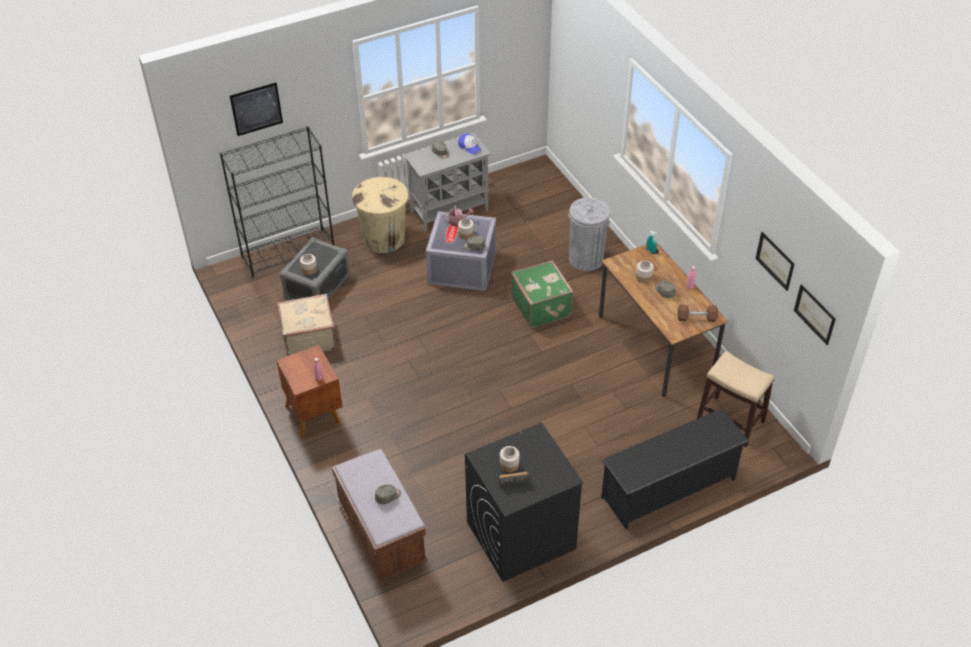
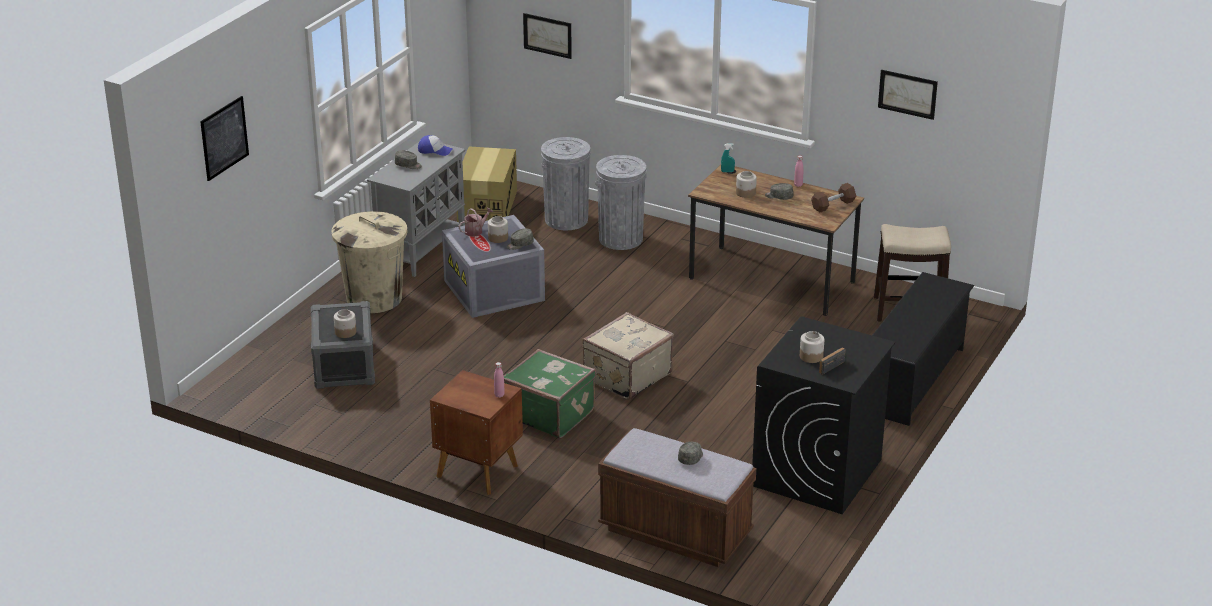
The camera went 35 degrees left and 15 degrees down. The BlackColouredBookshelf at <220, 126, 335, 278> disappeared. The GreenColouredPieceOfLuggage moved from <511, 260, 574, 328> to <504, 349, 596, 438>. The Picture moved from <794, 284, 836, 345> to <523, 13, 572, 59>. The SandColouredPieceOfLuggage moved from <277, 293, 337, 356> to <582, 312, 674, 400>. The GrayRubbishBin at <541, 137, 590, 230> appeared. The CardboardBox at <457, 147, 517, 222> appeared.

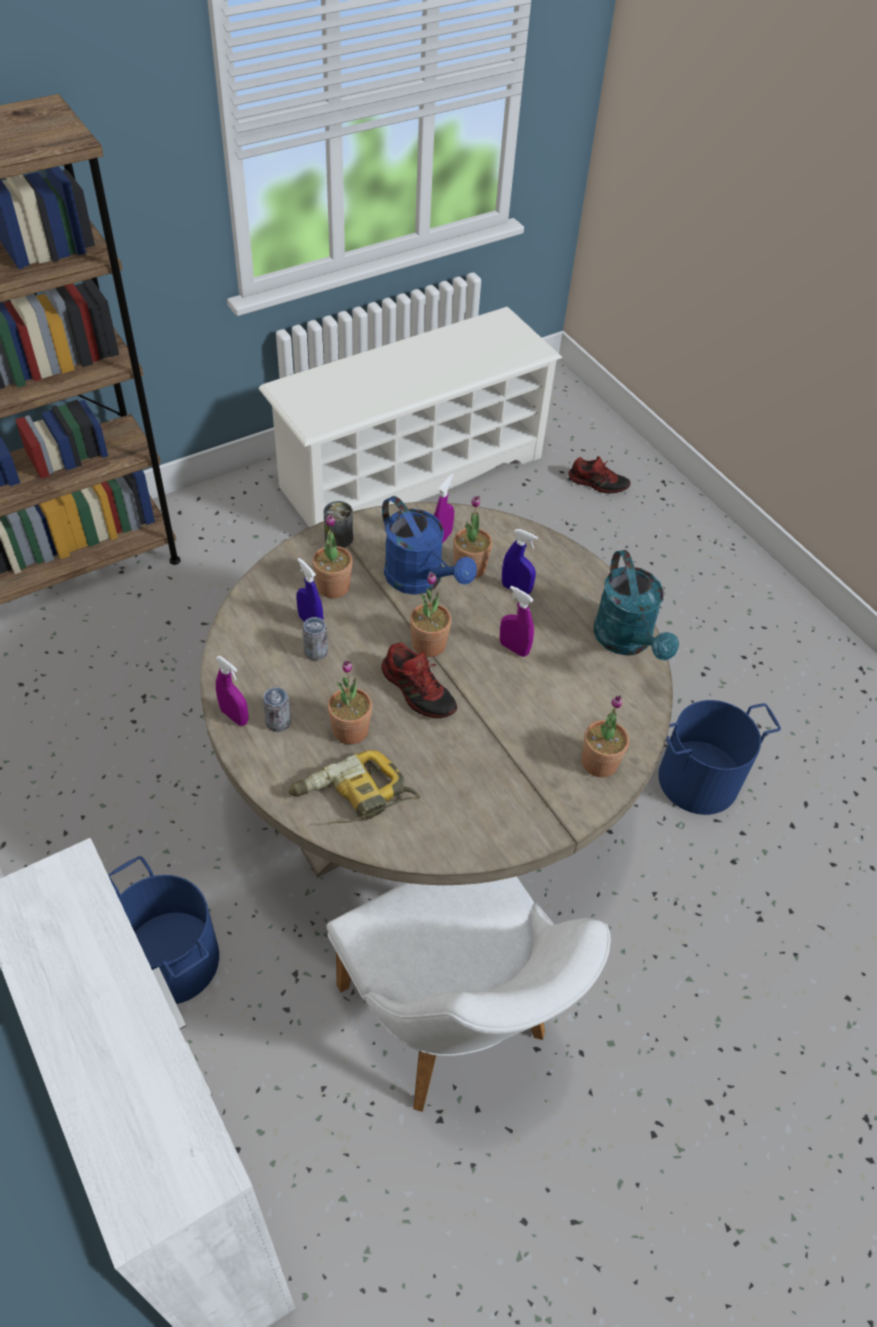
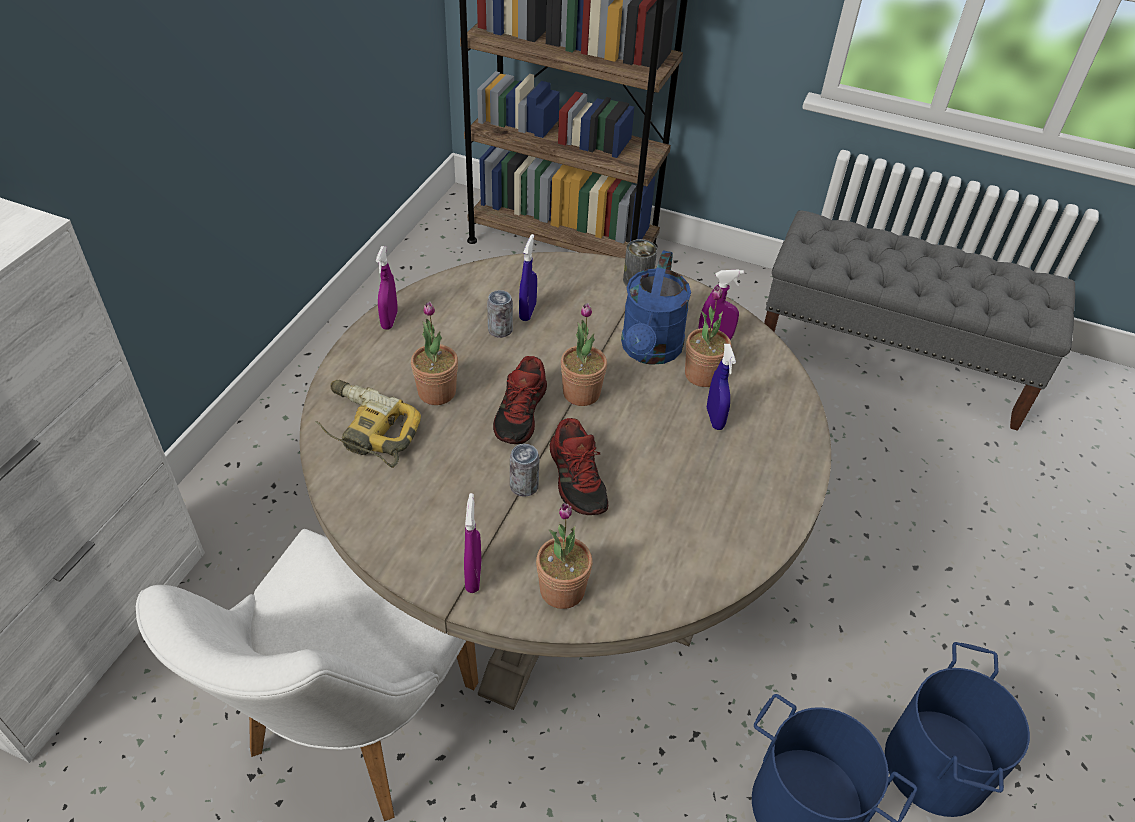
The camera went 55 degrees right and 5 degrees down. The WhitishShoeStand at <259, 307, 562, 527> was replaced by the GrayIndoorBench at <764, 210, 1075, 431>. The LowShoe moved from <568, 456, 631, 493> to <550, 418, 608, 515>. The PottedPlant at <312, 514, 353, 598> disappeared. The BlueGreenWateringCan at <593, 550, 679, 660> disappeared. The PurpleColouredSprayer moved from <500, 586, 534, 657> to <464, 493, 481, 593>. The SealedCan moved from <263, 687, 291, 732> to <510, 444, 540, 497>. The BluishPail moved from <108, 856, 219, 1004> to <885, 642, 1030, 817>.

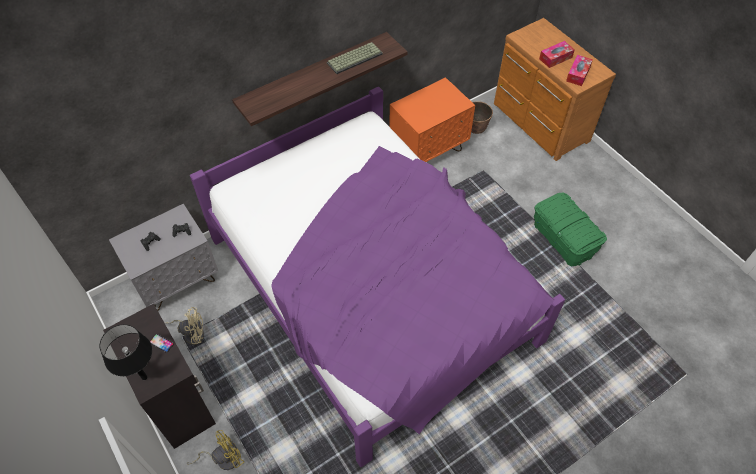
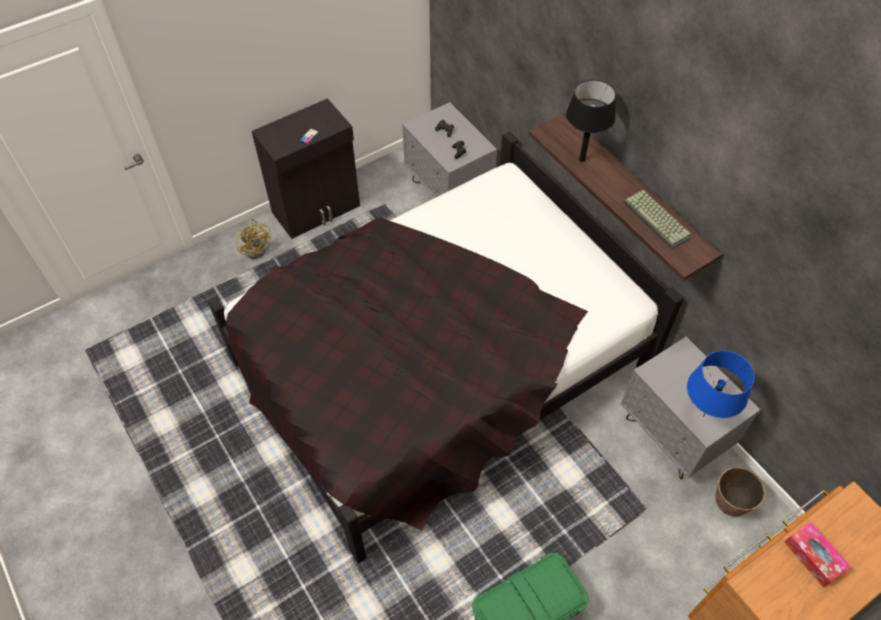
The camera went 90 degrees right and 0 degrees up. The TissueHolder at <566, 55, 593, 86> disappeared. The OrangeyBedsideTable at <389, 77, 475, 162> became the GrayBedsideTable at <621, 336, 760, 479>. The PurpleColouredBed at <190, 86, 565, 467> became the BlackColouredBed at <208, 131, 684, 563>. The SandColouredElectricFan at <164, 307, 204, 345> disappeared. The BlackColouredLampForATable moved from <99, 324, 152, 380> to <566, 80, 616, 162>. The BluishLampForATable at <687, 351, 754, 418> appeared.

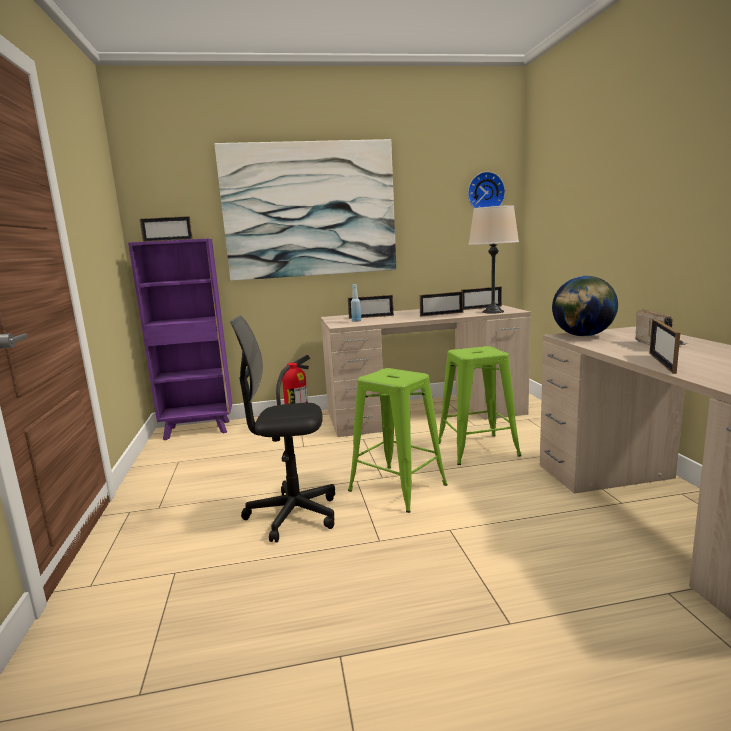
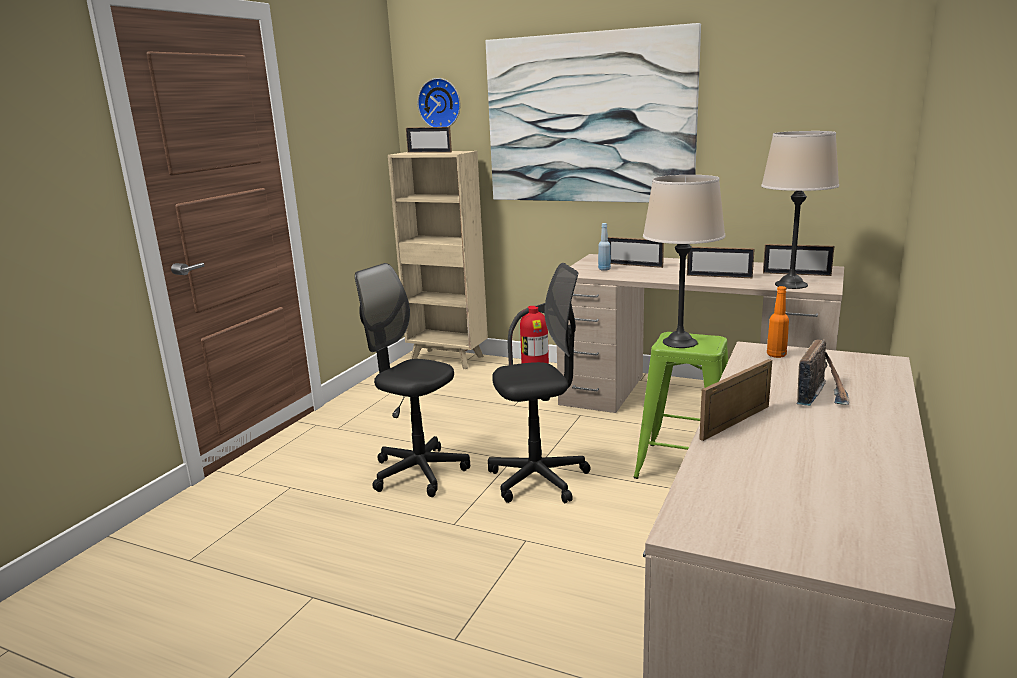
The camera went 35 degrees right and 5 degrees up. The HangingClock moved from <468, 171, 505, 208> to <418, 78, 460, 127>. The PurpleColouredBookshelf at <128, 238, 232, 440> became the SandColouredBookshelf at <388, 151, 488, 369>. The DeskGlobe at <552, 276, 618, 336> was replaced by the OrangeyBottle at <767, 286, 789, 358>. The GreenColouredStoolSeat at <348, 368, 448, 513> was replaced by the BlackColouredDeskChair at <488, 263, 591, 503>. The SandColouredLampForATable at <643, 175, 725, 348> appeared.

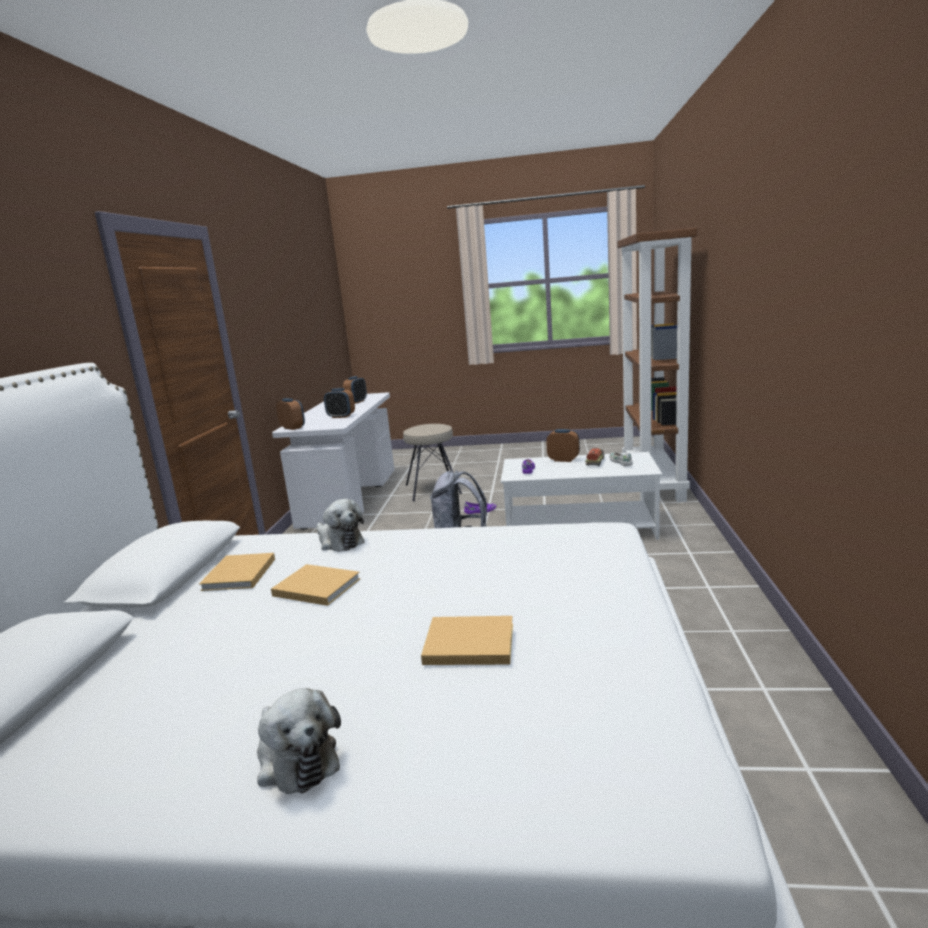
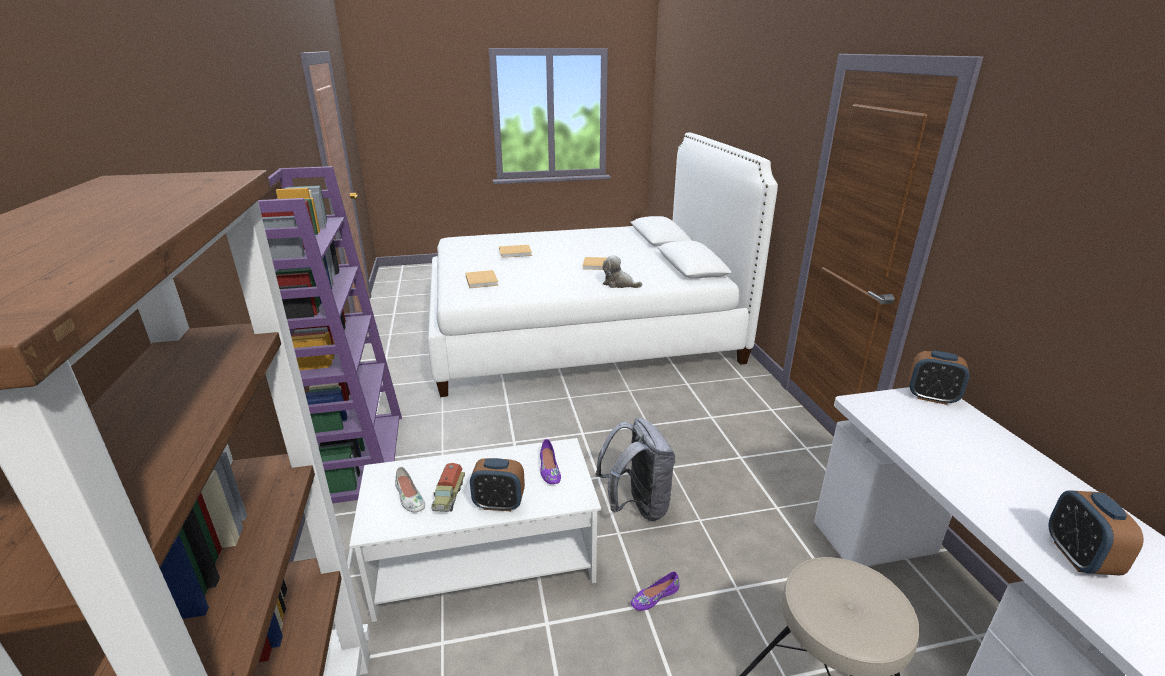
The camera went 160 degrees right and 10 degrees up. The TableClock at <324, 388, 355, 418> disappeared. The SandColouredVolume moved from <199, 553, 275, 591> to <466, 270, 498, 288>. The SoftToy at <257, 688, 341, 794> disappeared. The PurpleColouredBookshelf at <258, 166, 402, 503> appeared.

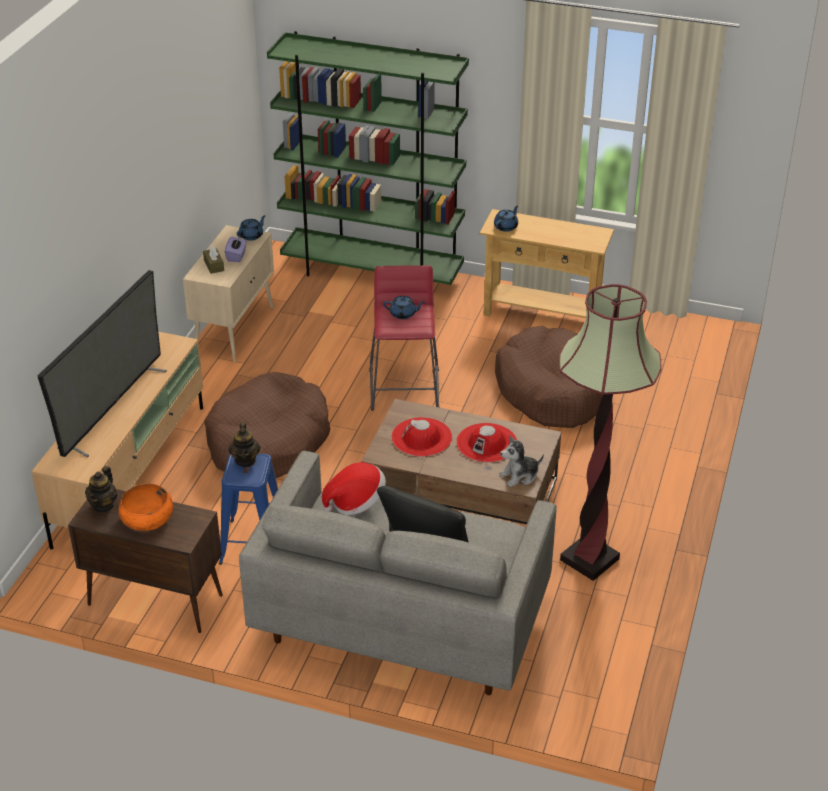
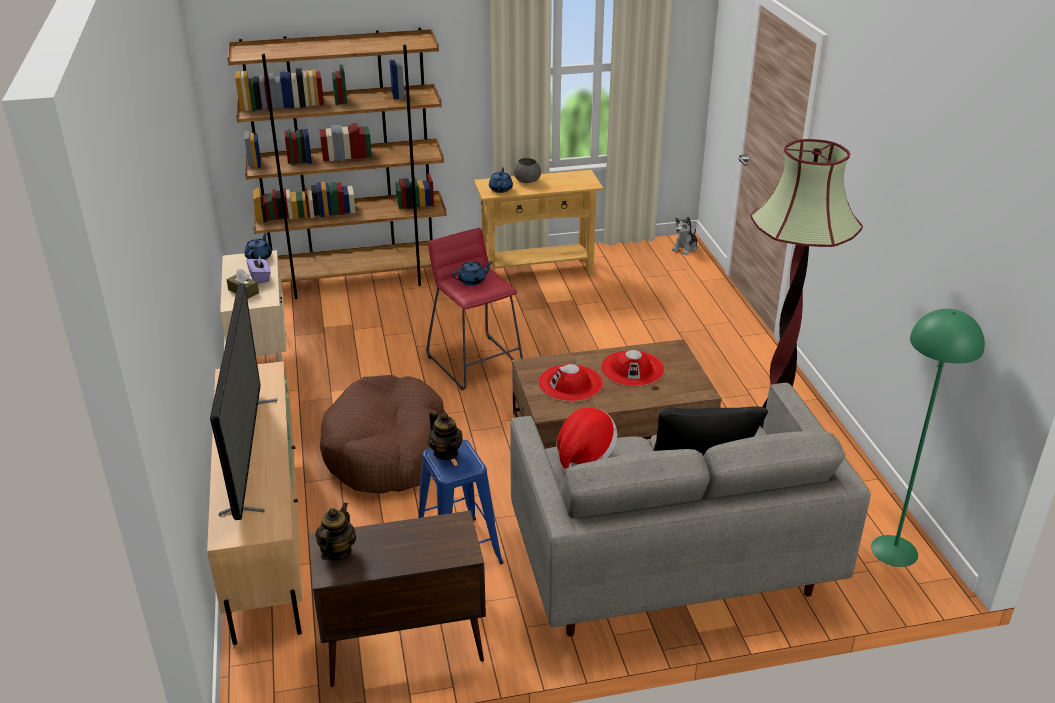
The camera went 30 degrees left and 5 degrees down. The GreenColouredBookshelf at <267, 31, 469, 285> became the BrownBookshelf at <227, 27, 446, 299>. The BrownDogCushion at <495, 326, 601, 428> disappeared. The SoftToy moved from <500, 435, 544, 487> to <672, 216, 698, 255>. The PotForTea at <85, 466, 117, 513> turned 150 degrees counterclockwise. The OrangeyBowl at <119, 483, 173, 531> disappeared. The GrayBowl at <514, 158, 541, 183> appeared. The GreenColouredStandardLamp at <871, 309, 985, 567> appeared.

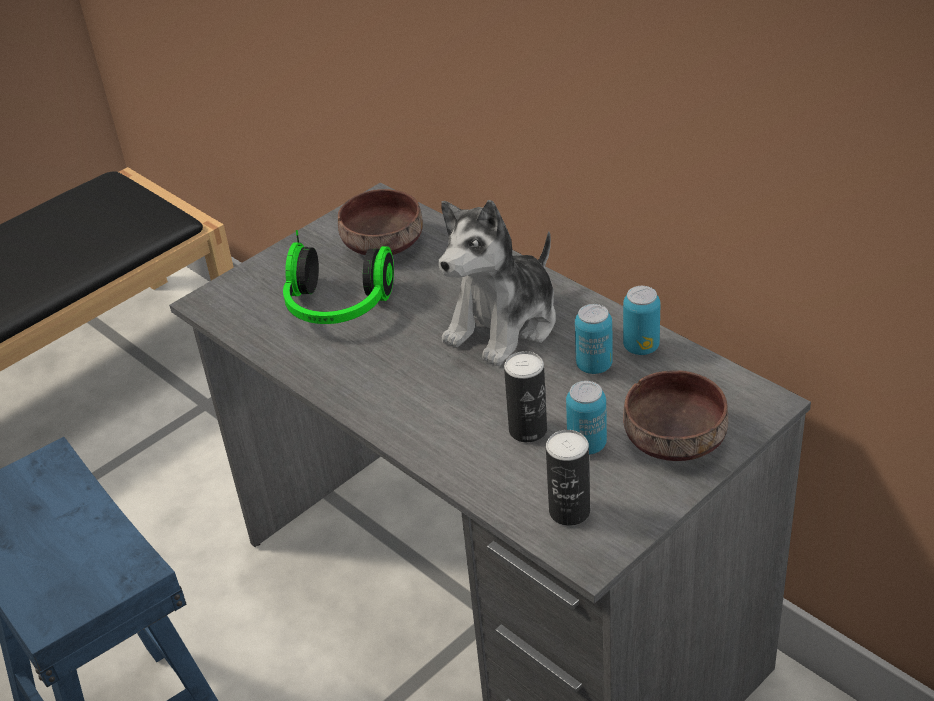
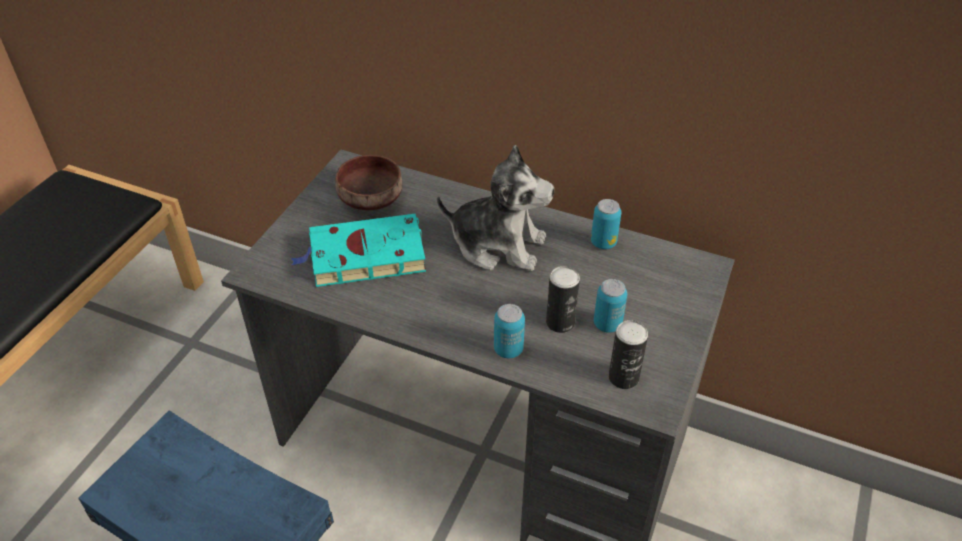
The camera went 25 degrees left and 5 degrees up. The SoftToy at <439, 200, 556, 366> turned 90 degrees counterclockwise. The PairOfHeadphones at <283, 230, 394, 324> was replaced by the BlueGreenVolume at <291, 214, 426, 287>. The SealedCan moved from <575, 304, 613, 374> to <494, 304, 525, 359>. The BrownBowl at <623, 370, 728, 461> disappeared.

